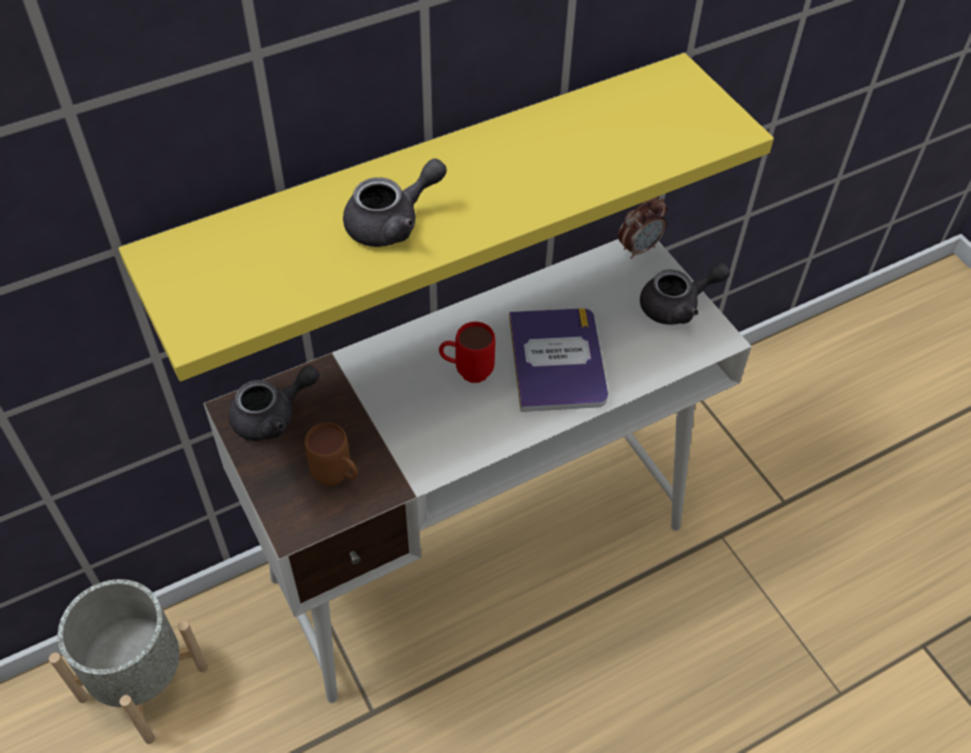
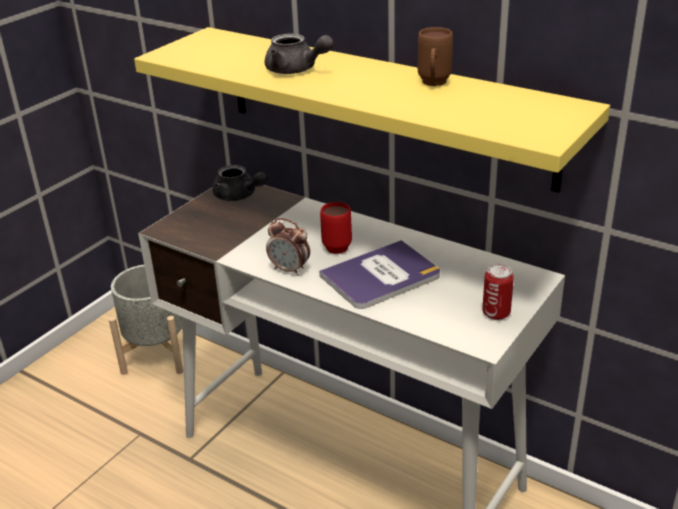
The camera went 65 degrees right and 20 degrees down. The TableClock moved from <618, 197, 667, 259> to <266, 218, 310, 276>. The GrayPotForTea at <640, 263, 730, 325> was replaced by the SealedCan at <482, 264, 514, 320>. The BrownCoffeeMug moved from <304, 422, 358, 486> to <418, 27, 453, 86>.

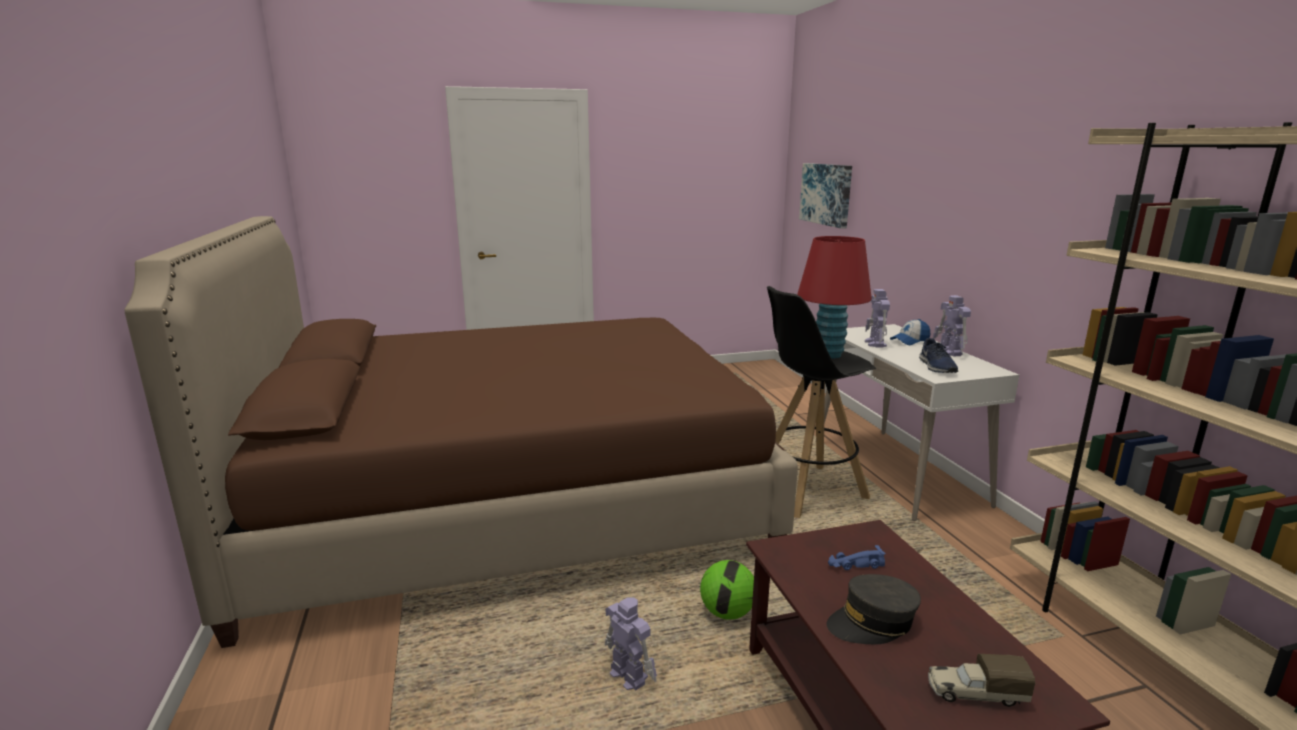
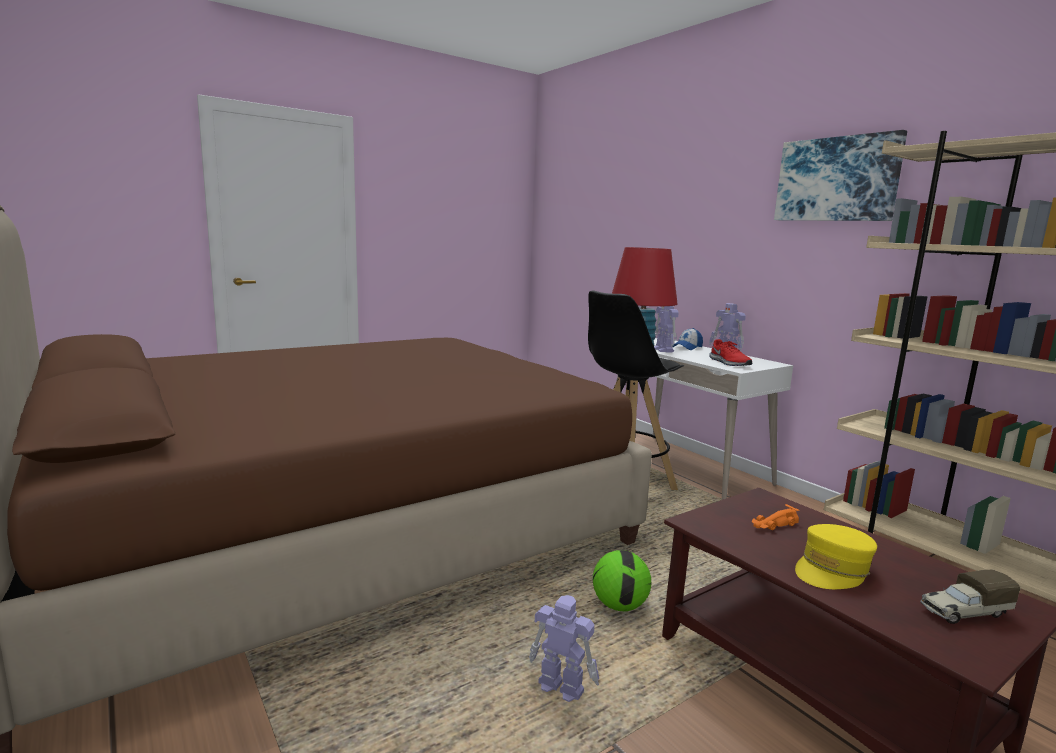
The camera went 20 degrees left and 5 degrees down. The Picture moved from <799, 163, 852, 229> to <774, 130, 907, 221>. The BluishLowShoe at <919, 338, 958, 373> became the ReddishLowShoe at <709, 339, 752, 366>. The BluishModelCar at <828, 545, 886, 570> became the OrangeyModelCar at <752, 504, 800, 530>. The GrayBaseballCap at <827, 574, 921, 644> became the YellowishBaseballCap at <795, 524, 877, 589>.

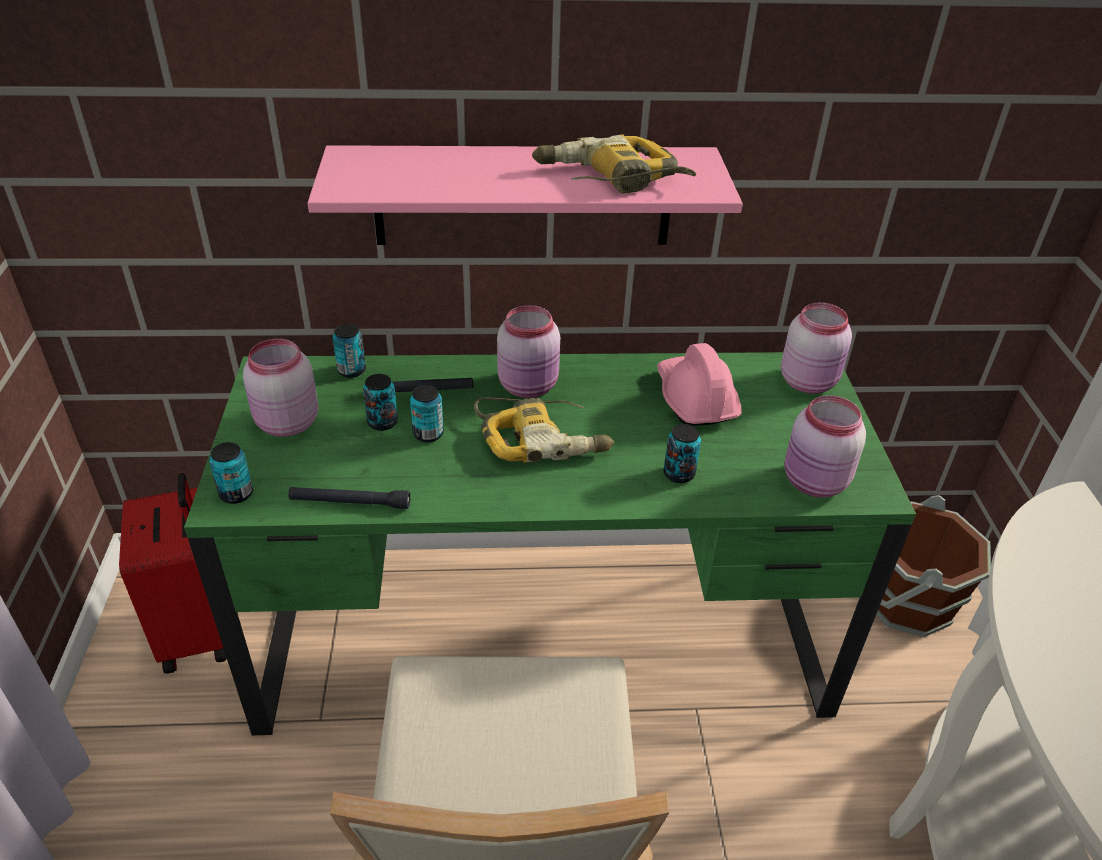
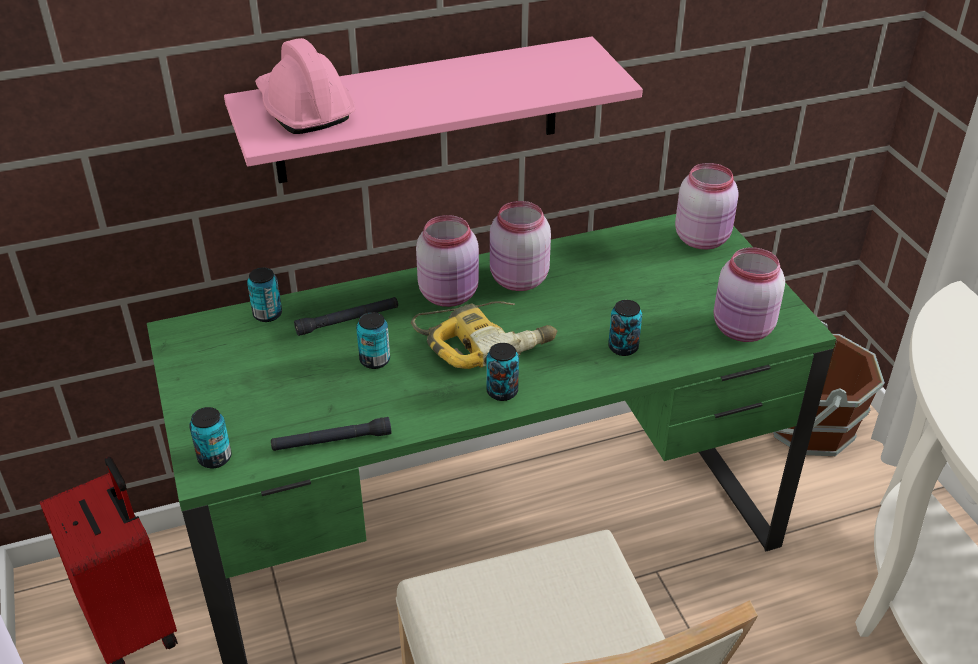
The camera went 15 degrees left and 0 degrees up. The Drill at <532, 134, 696, 194> disappeared. The PinkJar moved from <243, 339, 318, 437> to <490, 201, 551, 291>. The PinkSafetyHelmet moved from <657, 343, 741, 426> to <255, 38, 355, 134>. The SealedCan moved from <363, 374, 398, 431> to <486, 343, 519, 401>.

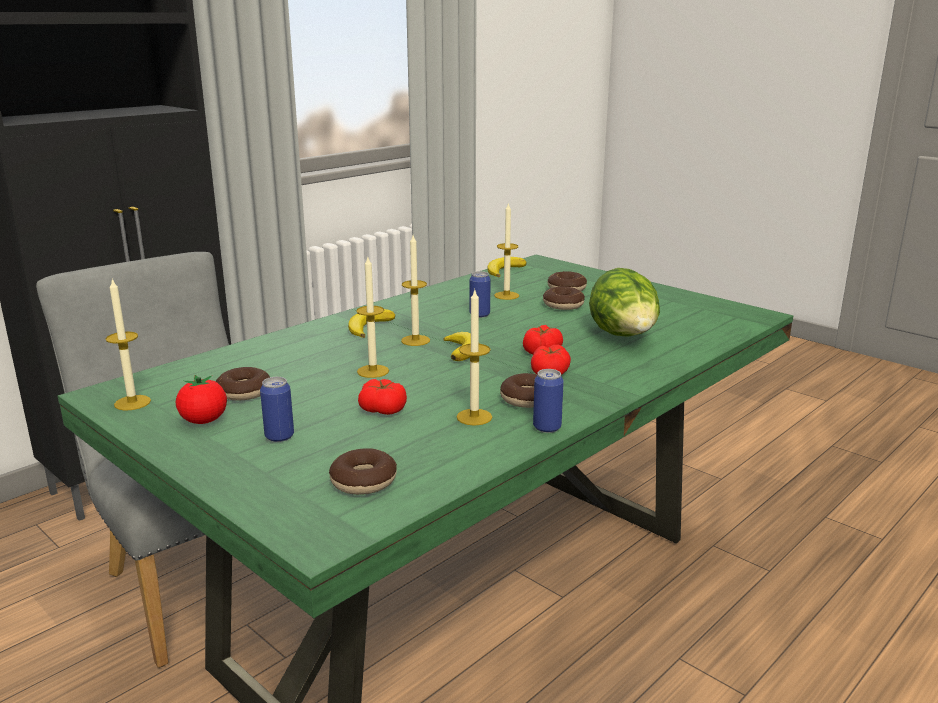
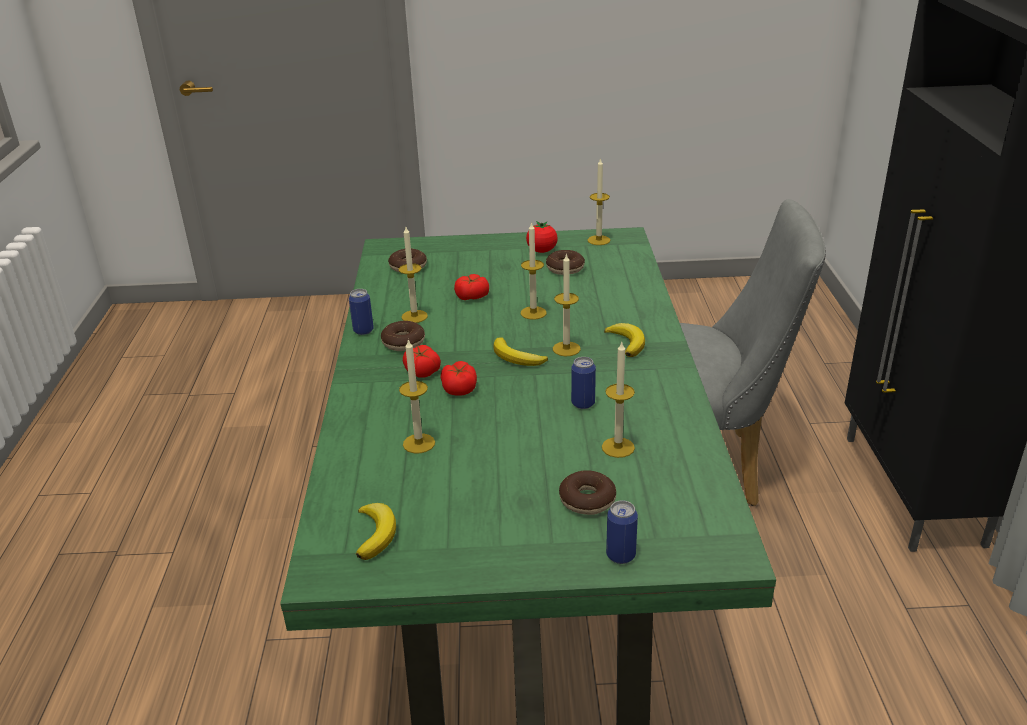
The camera went 135 degrees right and 10 degrees up. The Banana moved from <487, 257, 527, 277> to <356, 503, 396, 560>. The Lettuce at <589, 268, 660, 337> was replaced by the WaxLight at <399, 339, 435, 453>. The Doughnut at <543, 286, 585, 310> disappeared. The SealedCan moved from <260, 377, 294, 442> to <606, 501, 638, 564>.

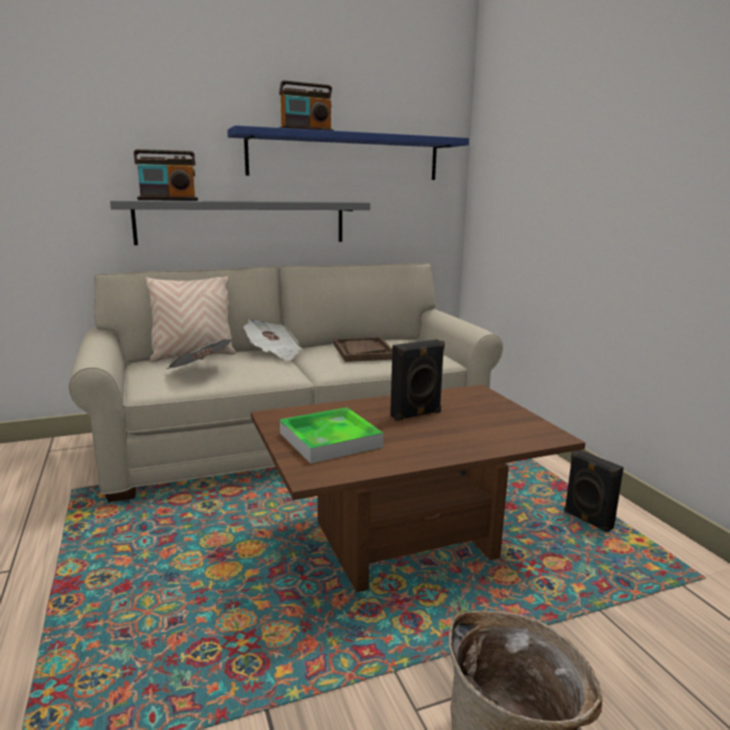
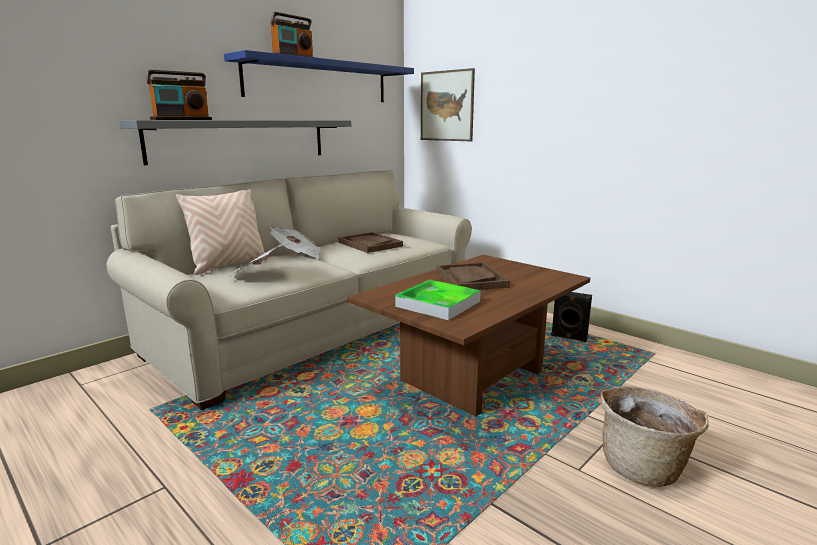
The camera went 25 degrees left and 0 degrees up. The BlackColouredLoudspeaker at <390, 339, 445, 421> was replaced by the BrownServingTray at <436, 262, 510, 290>. The Picture at <421, 68, 475, 141> appeared.

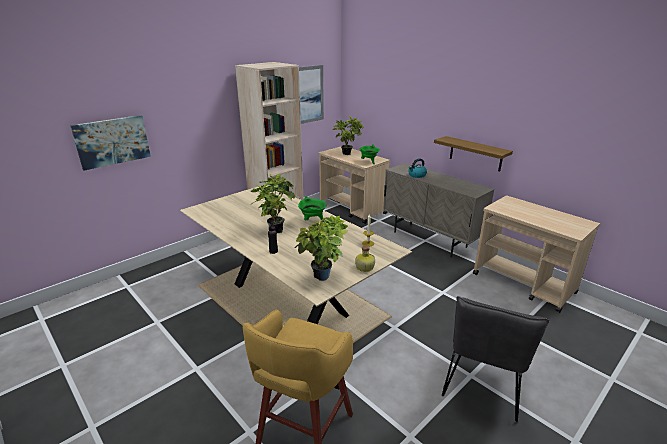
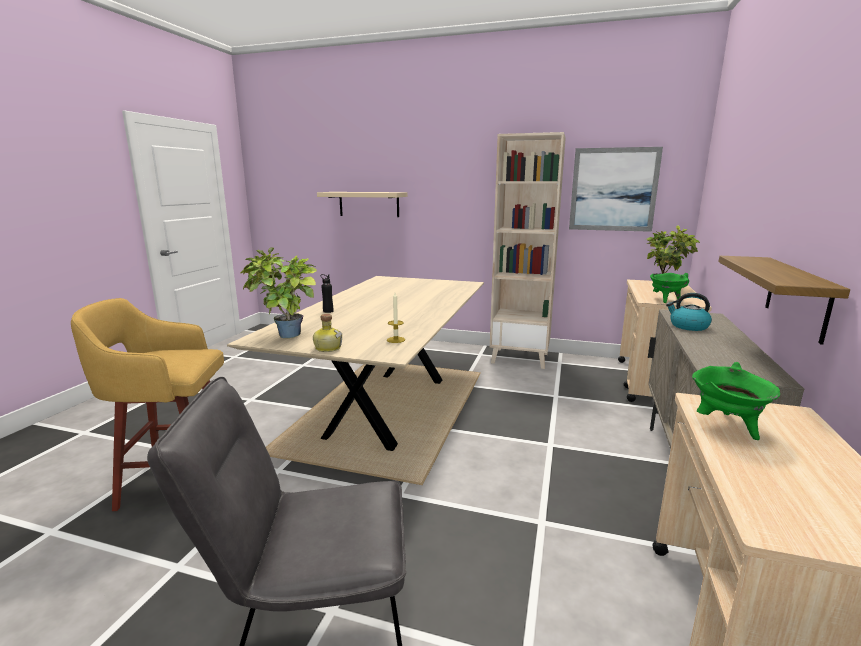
The camera went 60 degrees right and 10 degrees down. The Picture at <70, 115, 151, 171> was replaced by the SandColouredWallShelf at <317, 192, 407, 217>. The PottedPlant at <250, 174, 296, 233> disappeared. The GreenColouredSaucepot moved from <298, 196, 327, 222> to <692, 362, 781, 440>.

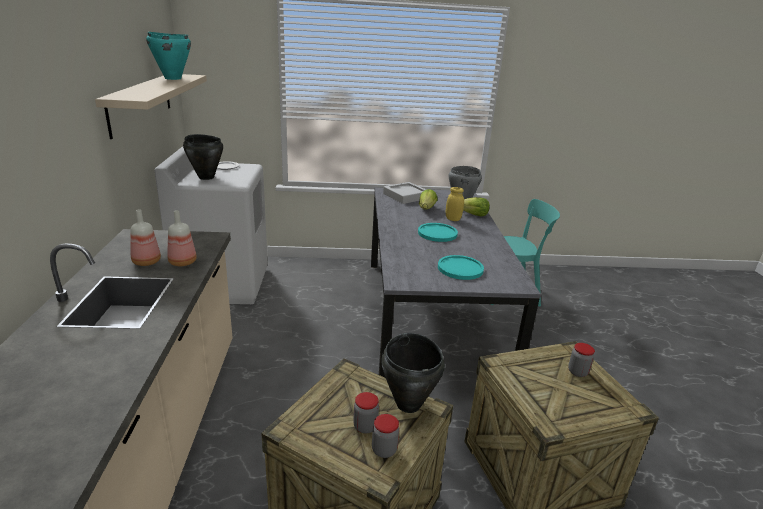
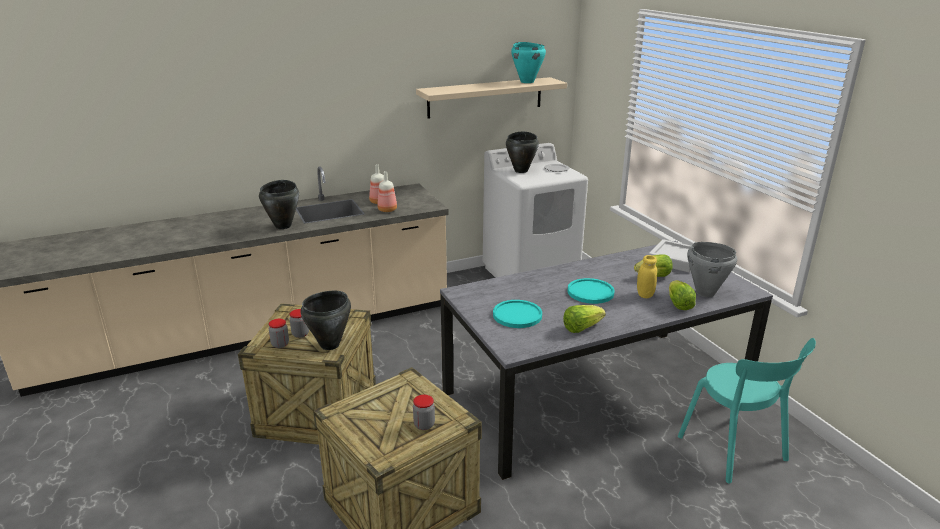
The camera went 70 degrees right and 0 degrees up. The BlackColouredSaucepot at <259, 180, 299, 229> appeared. The Lettuce at <563, 305, 606, 333> appeared.

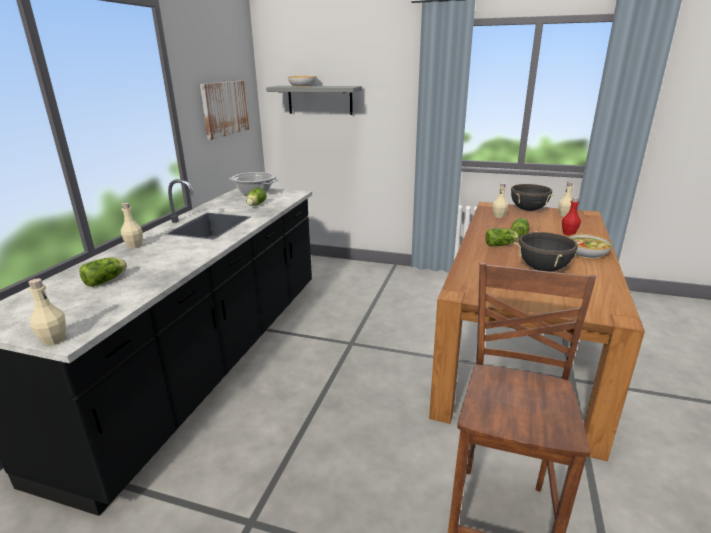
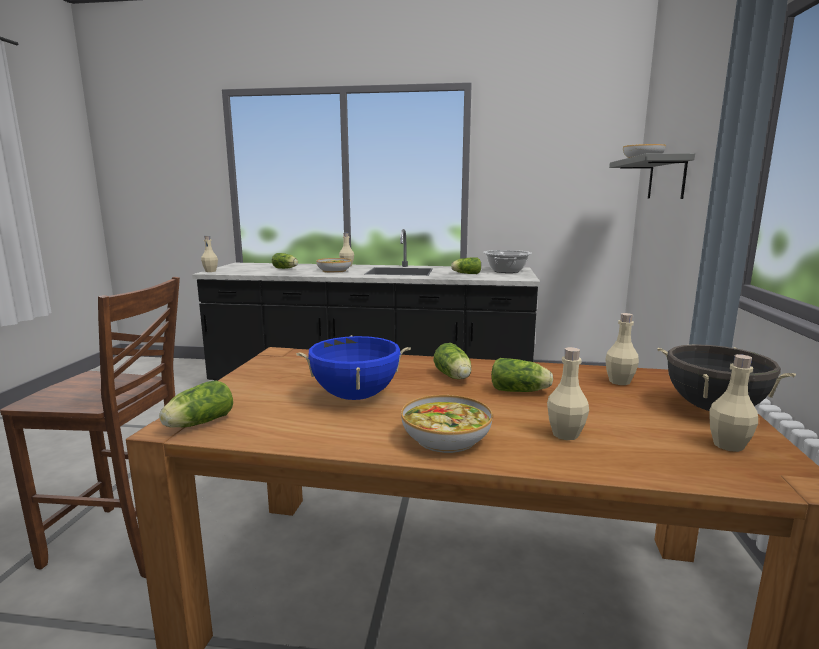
The camera went 80 degrees right and 10 degrees down. The Picture at <200, 80, 250, 140> disappeared. The ReddishBottle at <562, 197, 581, 236> became the SandColouredBottle at <547, 347, 589, 440>. The BlackColouredSaucepot at <514, 231, 582, 272> became the BluishSaucepot at <296, 335, 411, 400>. The Bowl at <316, 258, 352, 273> appeared. The Lettuce at <159, 380, 233, 428> appeared.

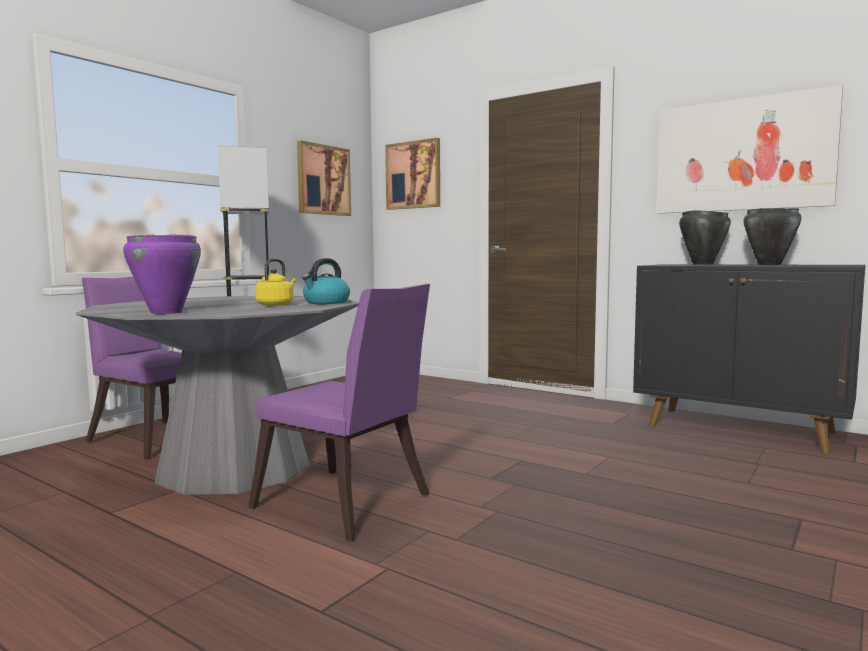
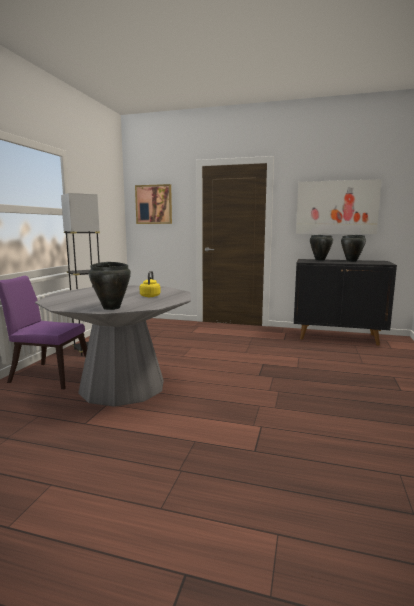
The camera went 20 degrees left and 5 degrees up. The Picture at <297, 140, 351, 216> disappeared. The PurpleColouredSaucepot at <123, 234, 201, 314> became the BlackColouredSaucepot at <89, 262, 131, 310>. The TeaKettle at <302, 258, 350, 304> disappeared. The PurpleColouredChair at <248, 284, 430, 542> disappeared.

